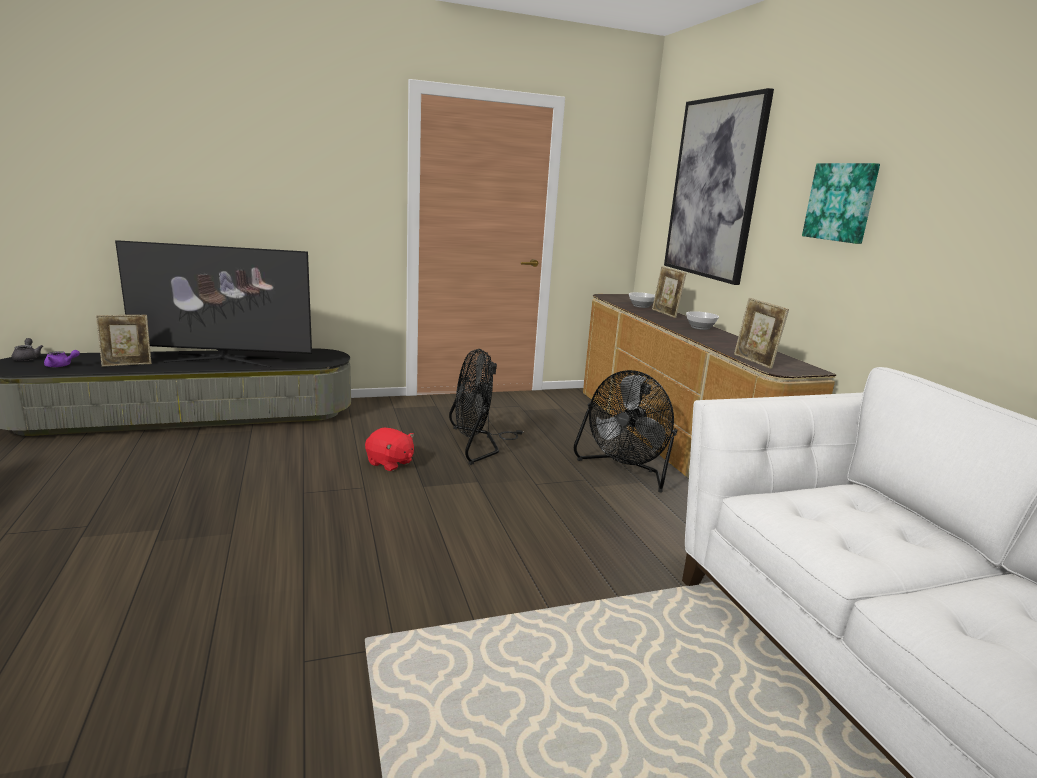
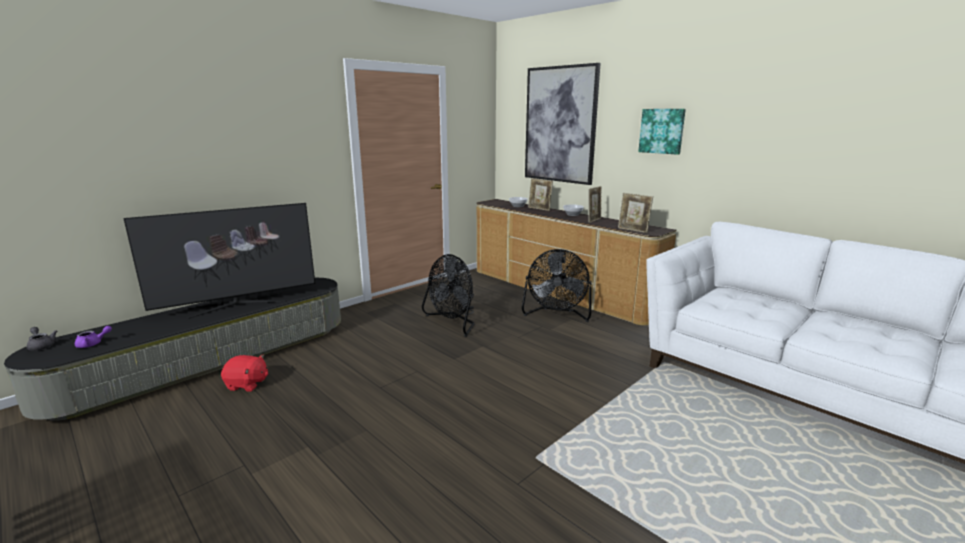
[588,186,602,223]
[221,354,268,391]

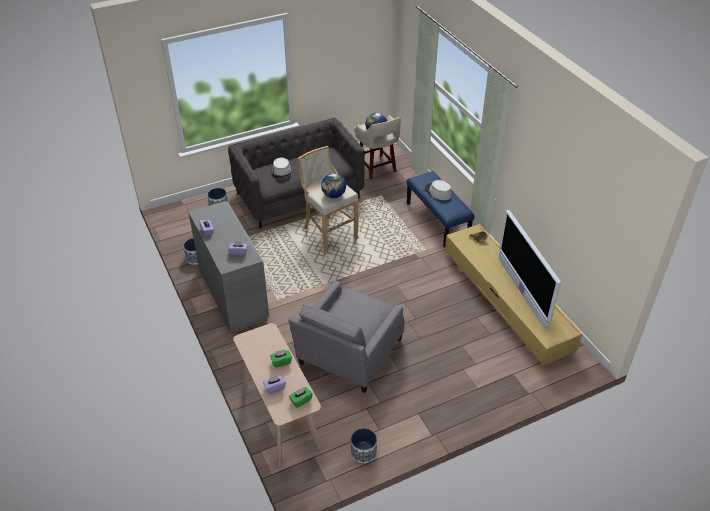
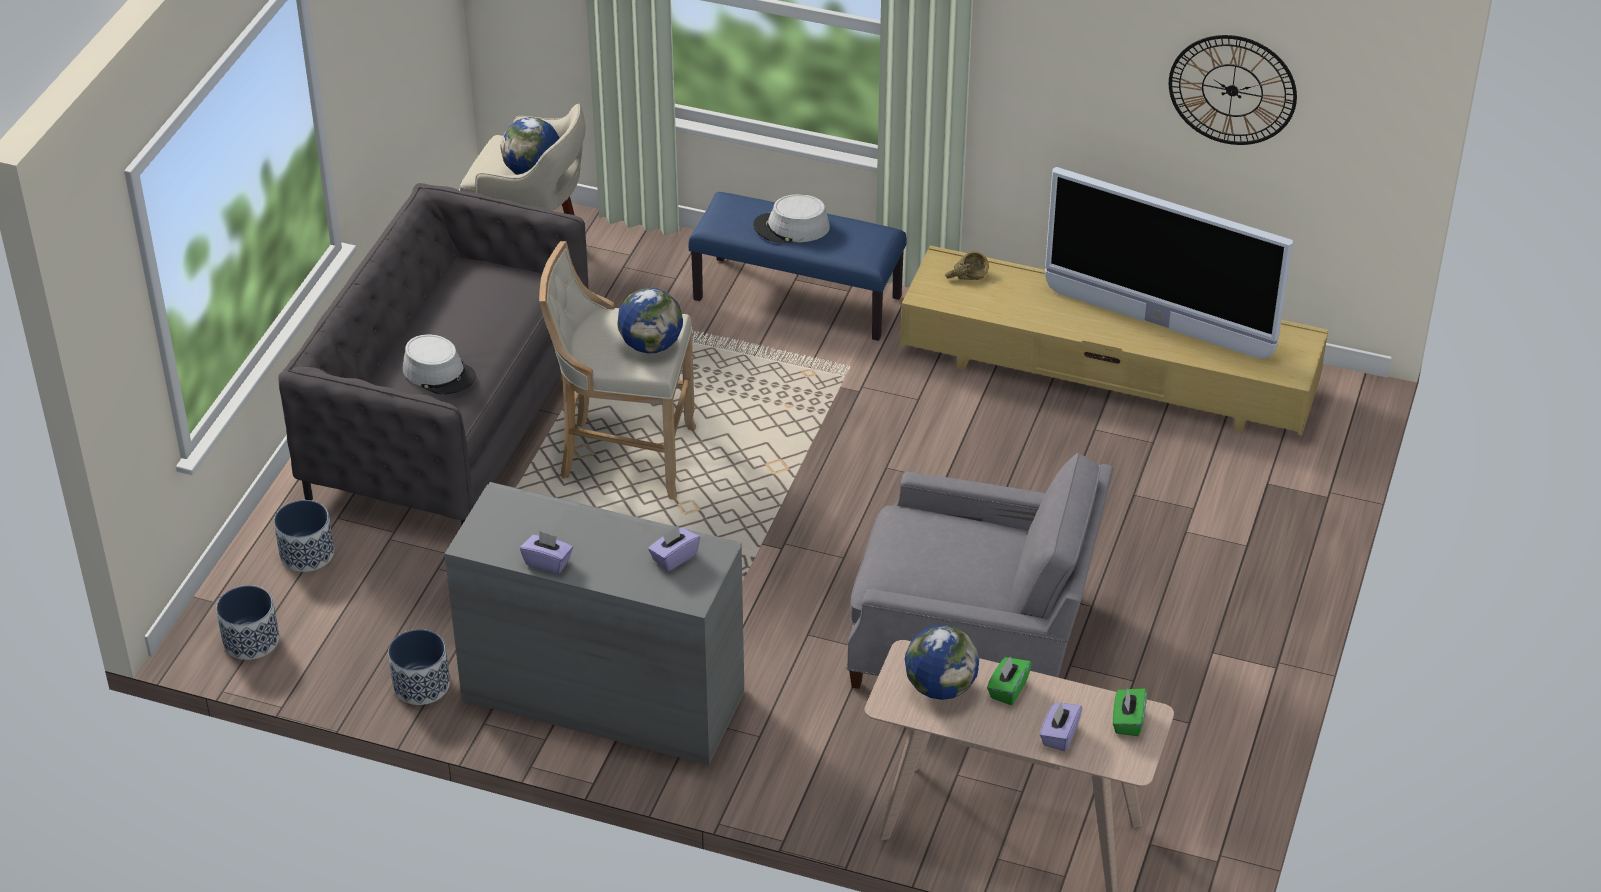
[846,453,1113,689]
[216,585,279,660]
[1169,35,1297,145]
[905,625,979,700]

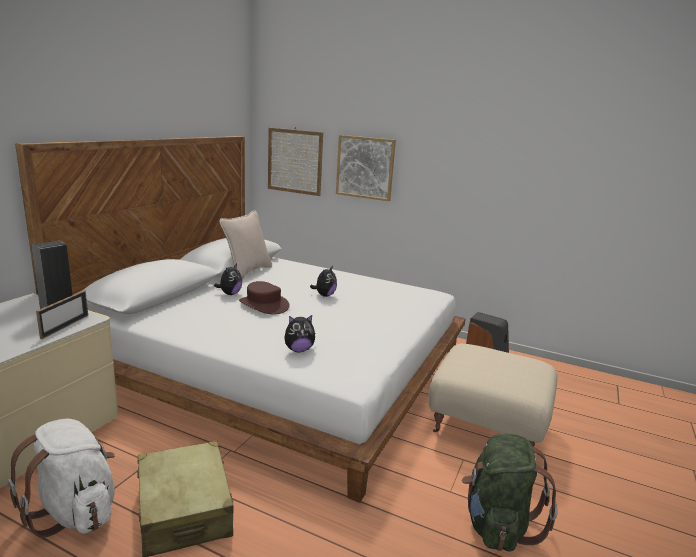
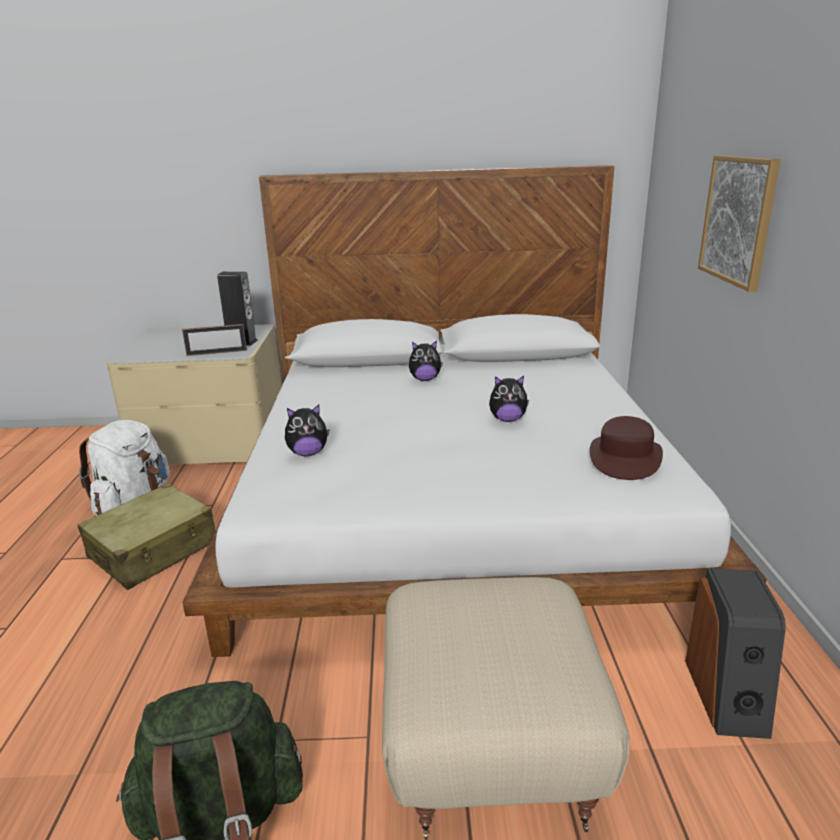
[268,128,323,196] (first image)
[219,210,272,279] (first image)
[590,416,663,480]
[285,405,330,456]

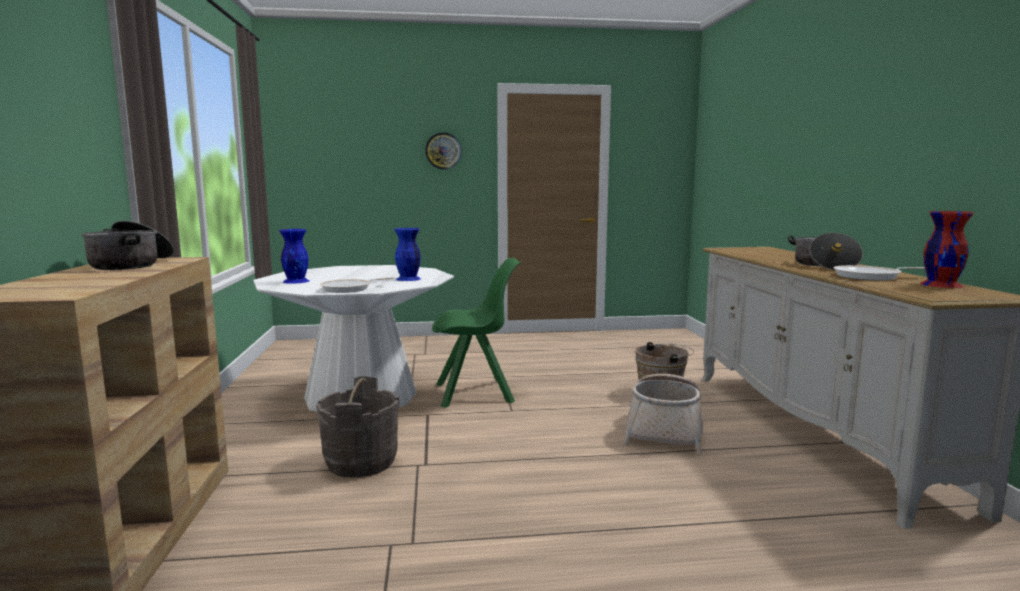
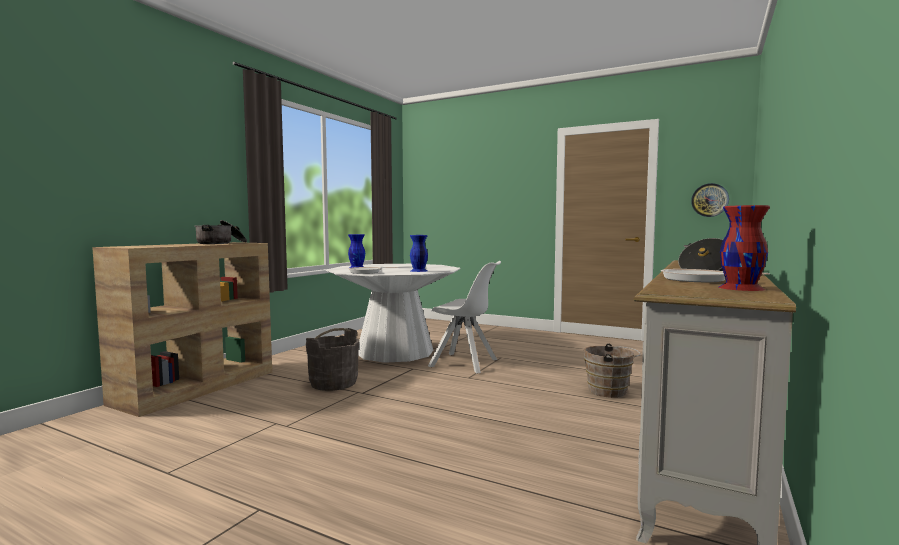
[691,183,729,217]
[428,261,501,374]
[623,374,703,454] (first image)

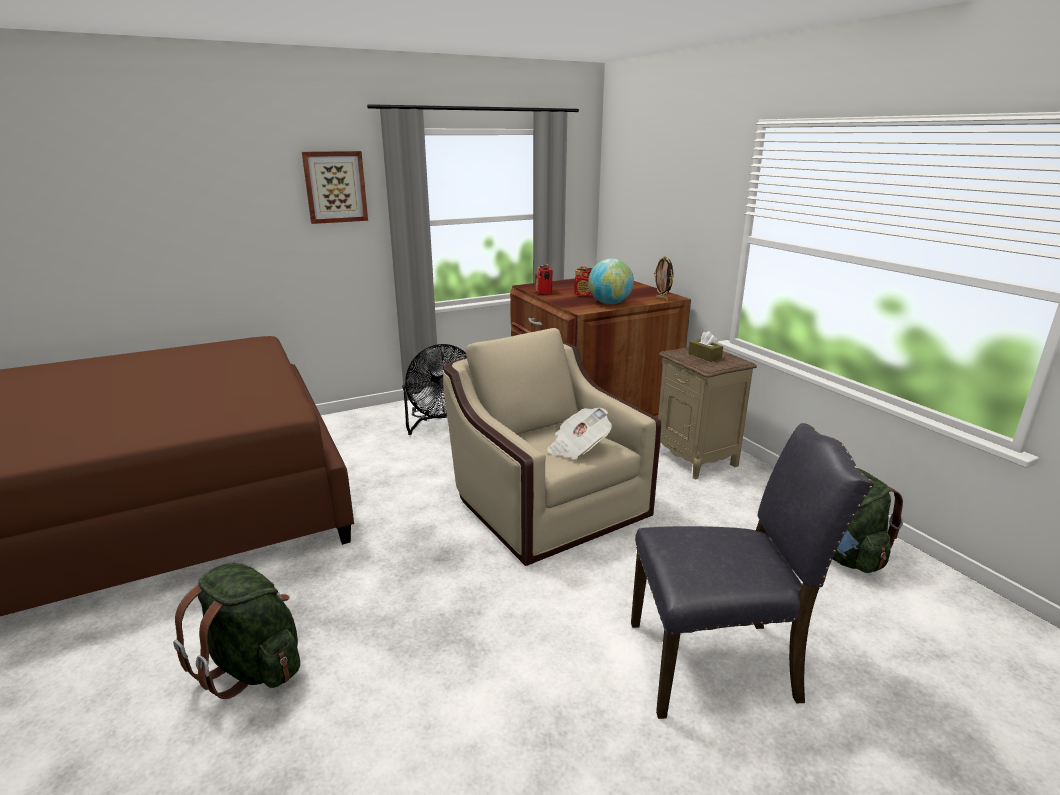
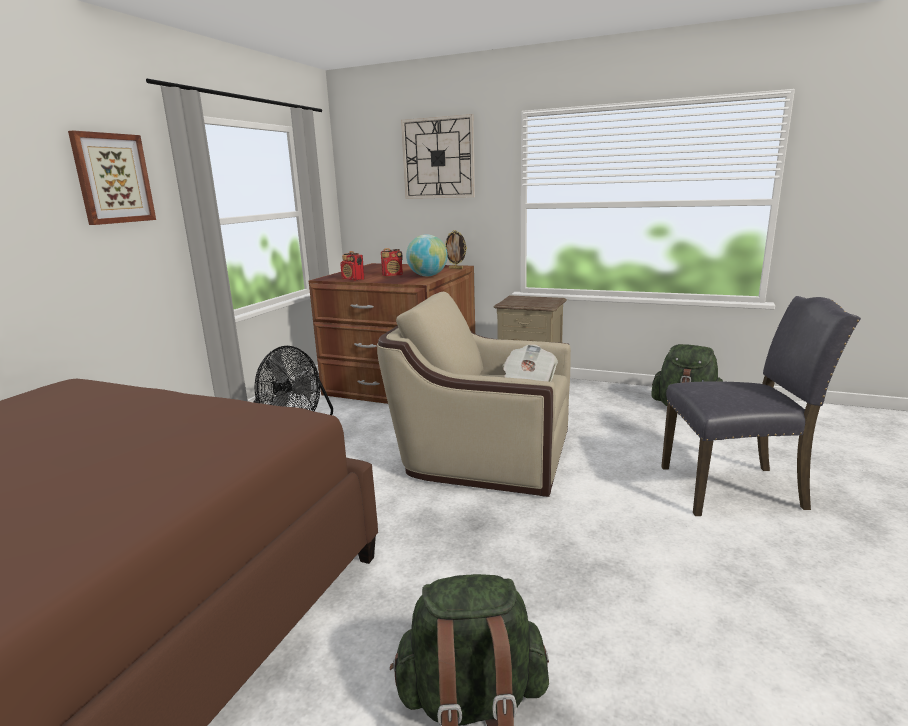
[689,331,723,362] (first image)
[661,296,861,516]
[401,114,475,199]

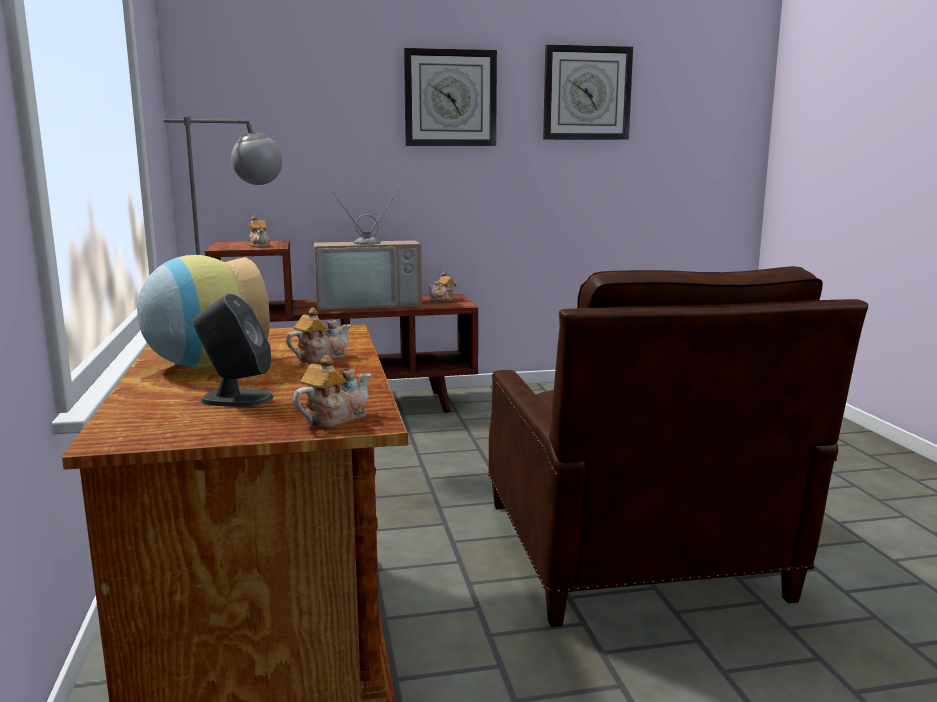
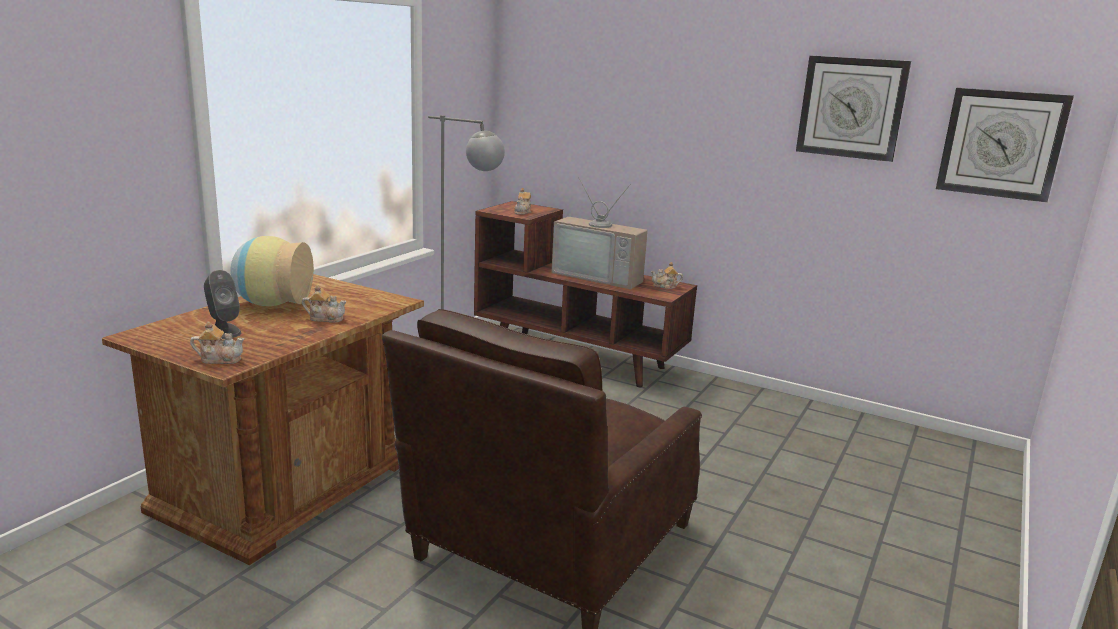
[936,88,1074,203]

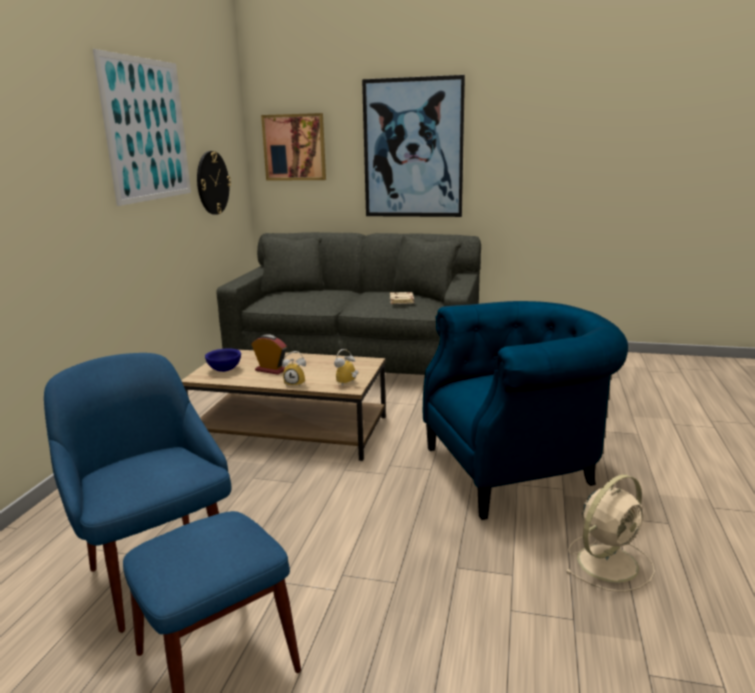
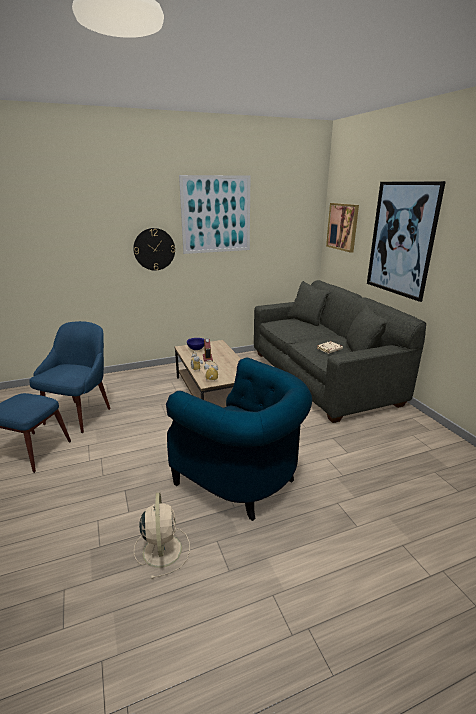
[133,228,175,270]
[134,492,190,579]

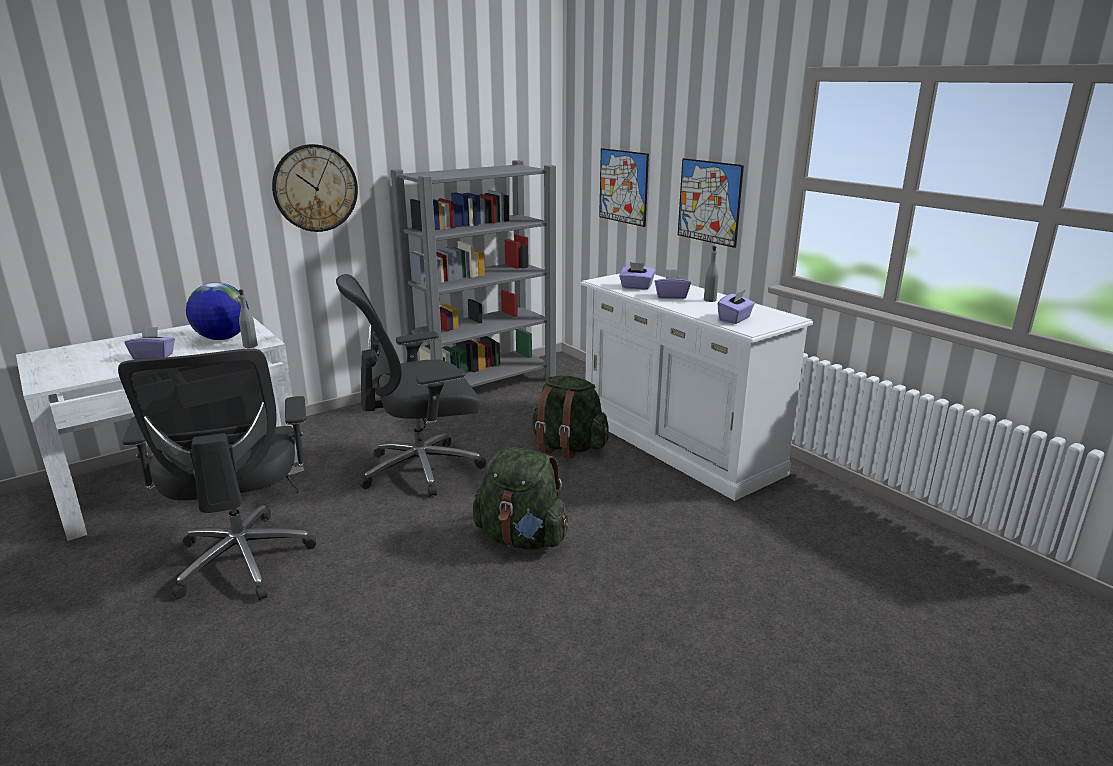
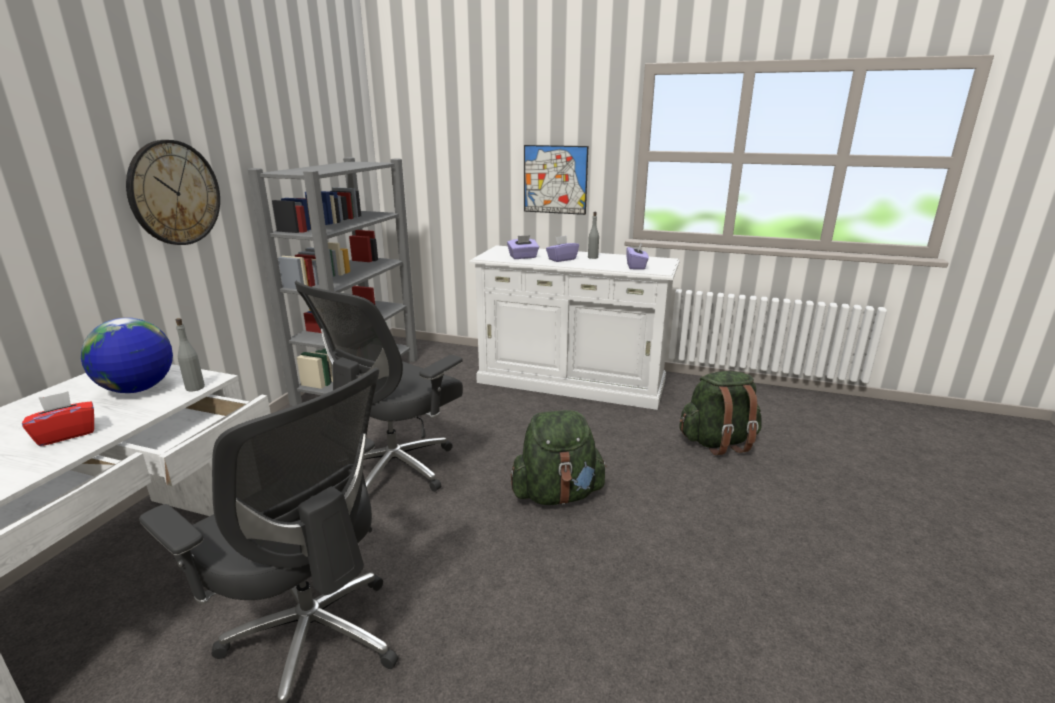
[599,148,649,227] (first image)
[22,391,94,446]
[679,371,761,455]

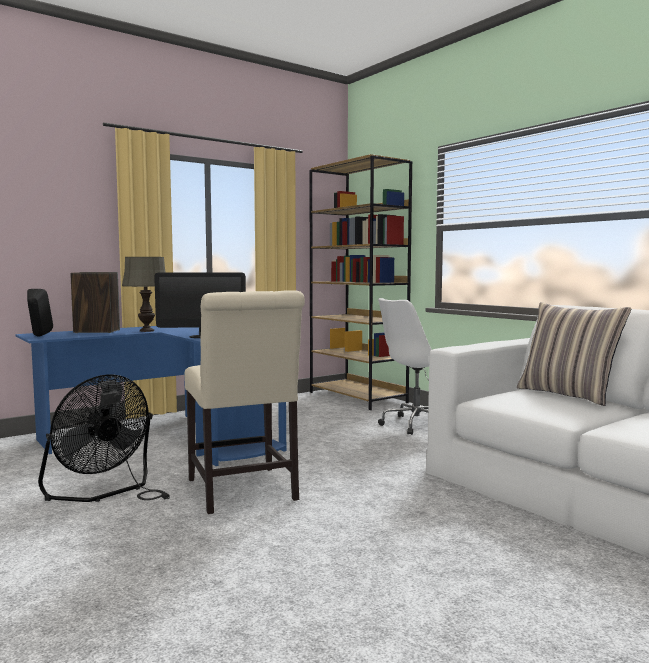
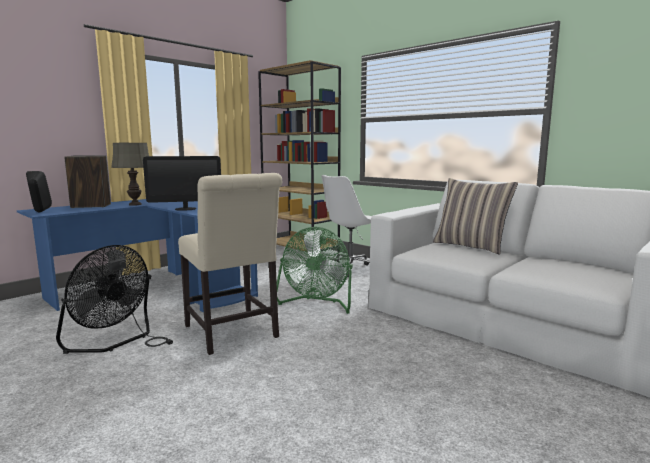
[277,227,353,314]

